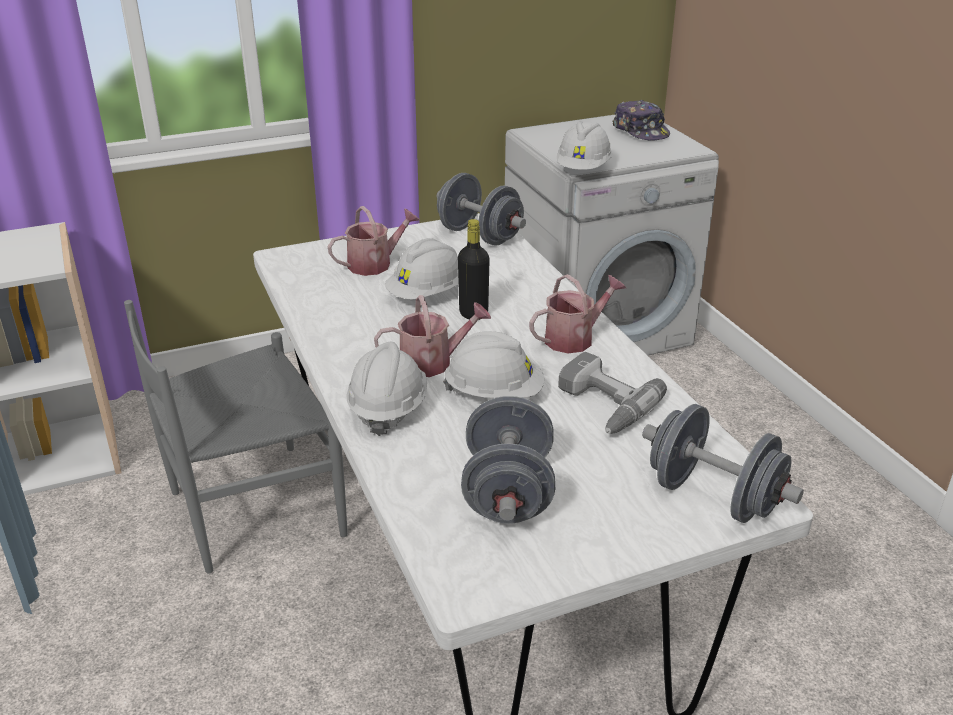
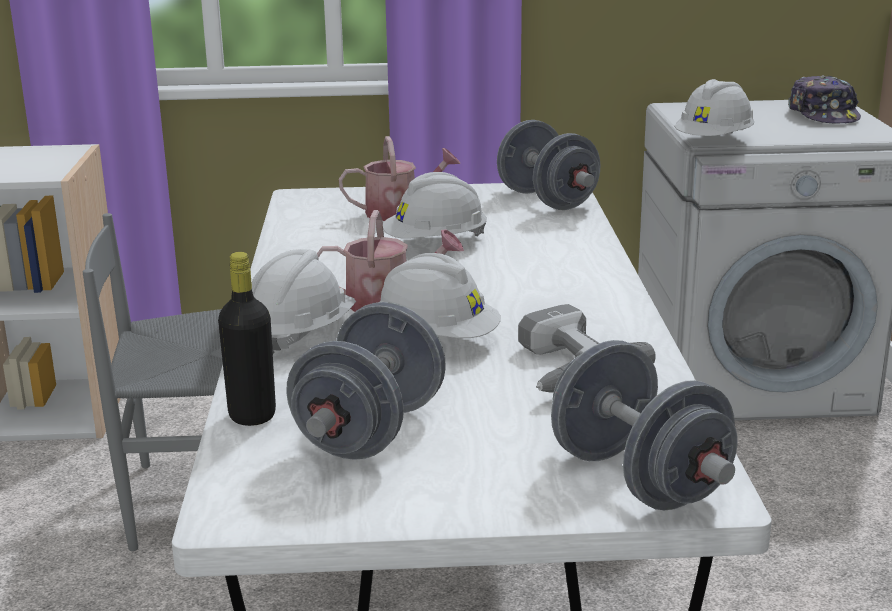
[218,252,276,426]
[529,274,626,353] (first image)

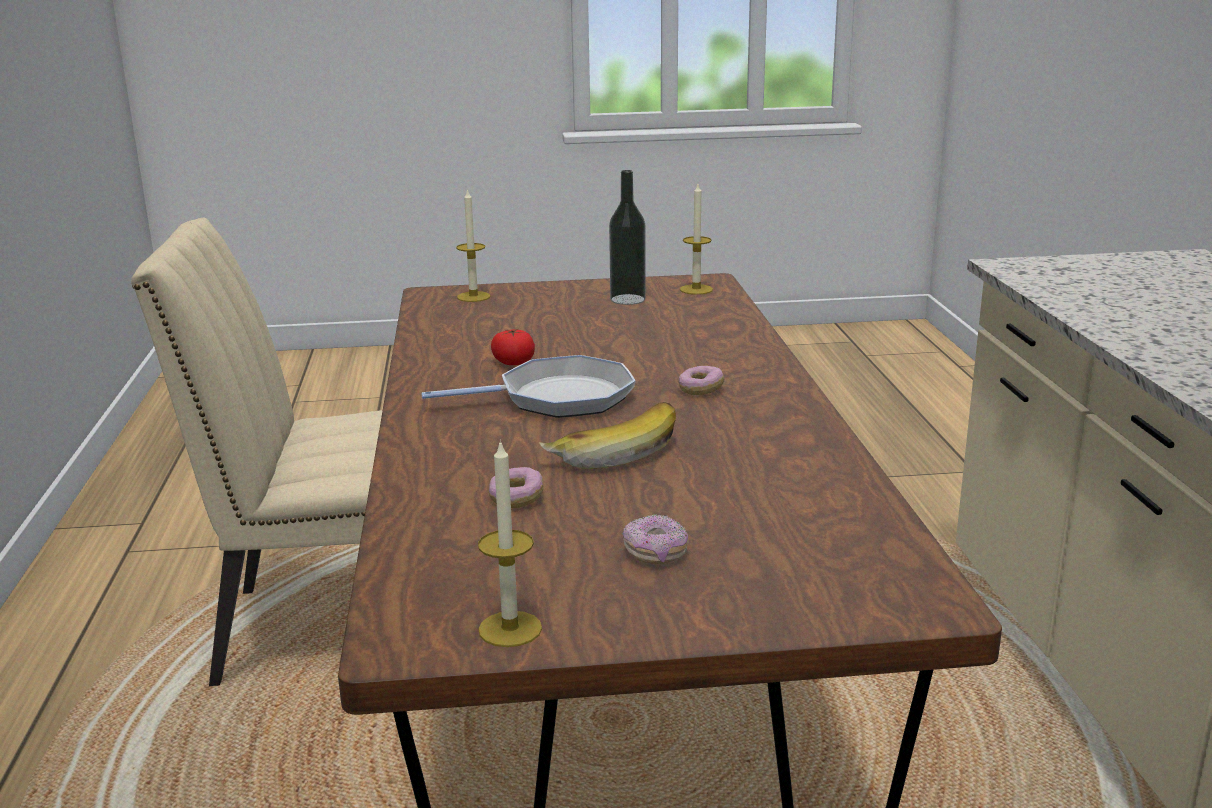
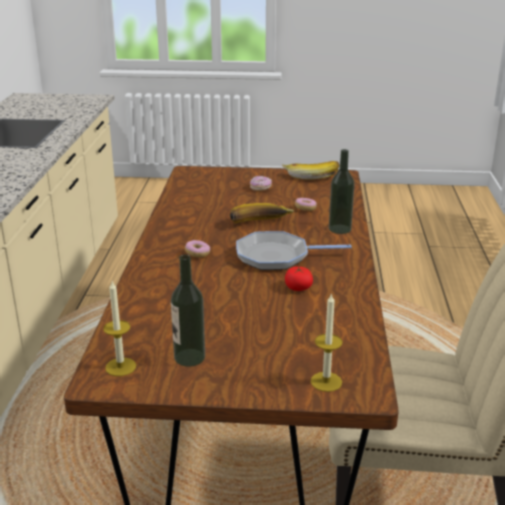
[282,161,339,179]
[329,149,355,234]

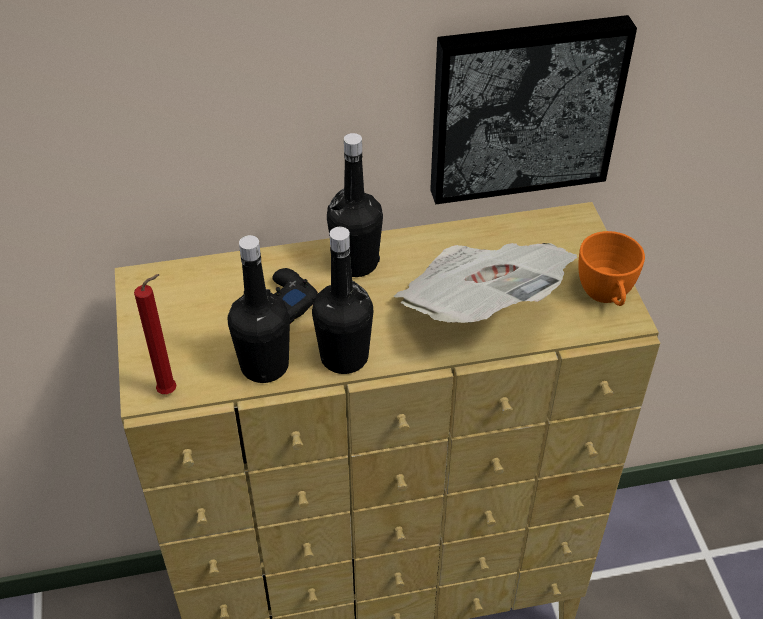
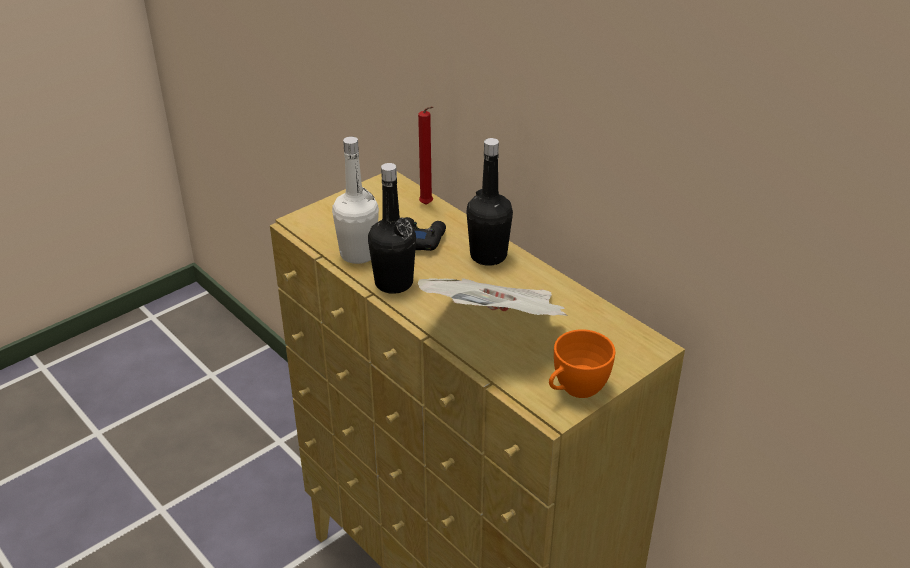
[430,15,637,204] (first image)
[332,136,379,264]
[418,106,433,205]

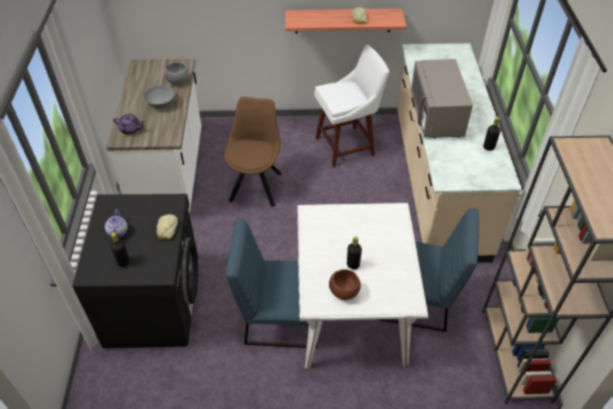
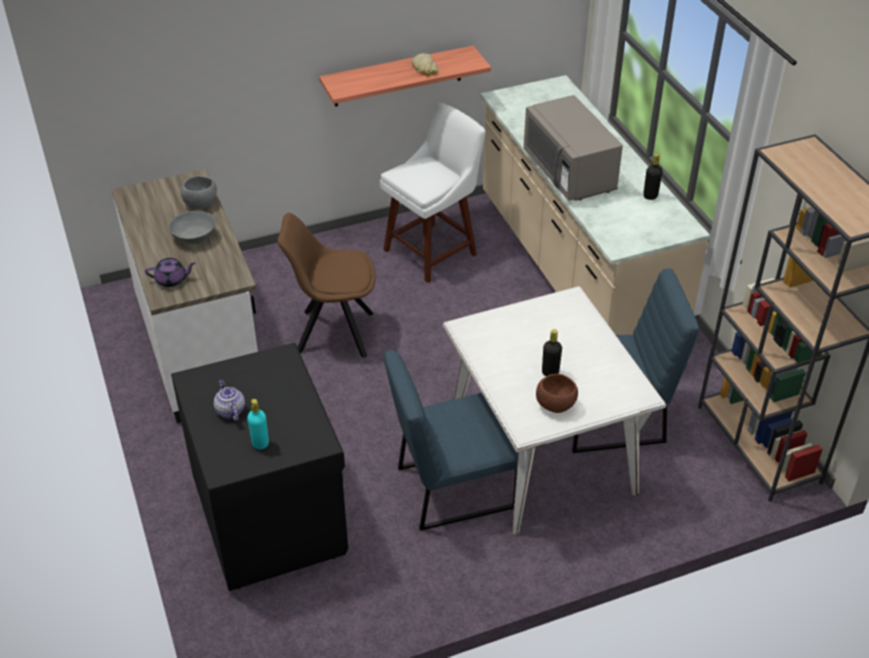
[278,213,376,358]
[157,214,178,240] (first image)
[247,399,269,450]

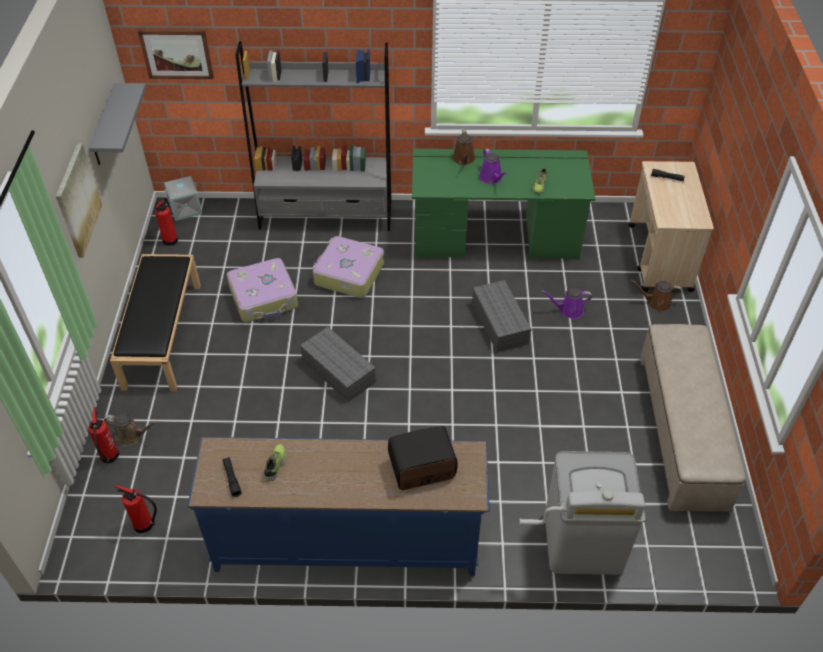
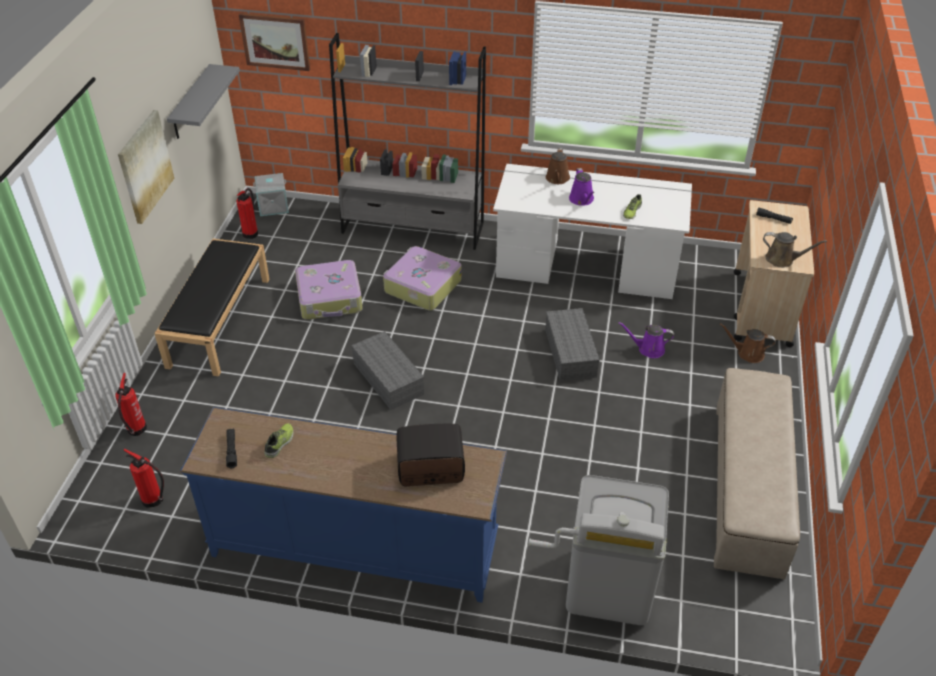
[493,164,692,299]
[763,232,827,268]

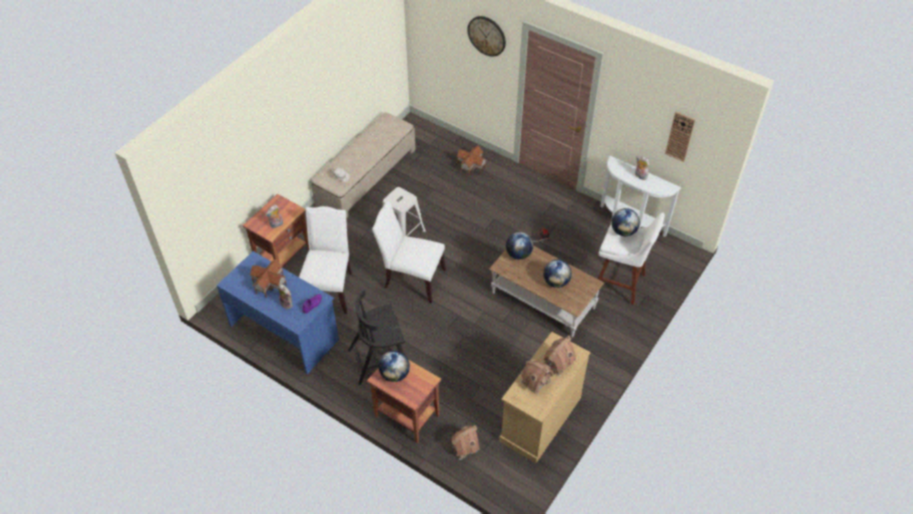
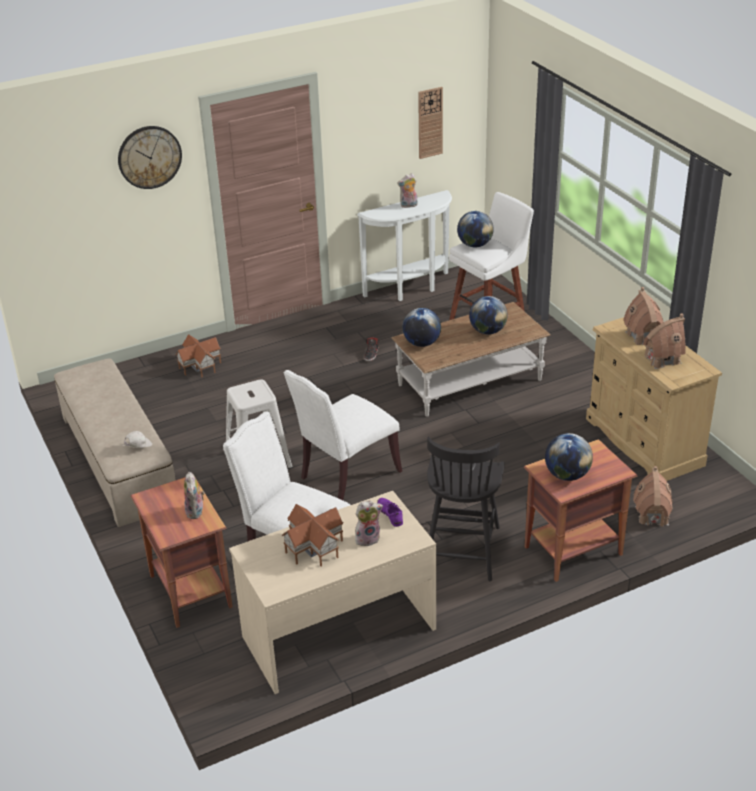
[229,491,436,694]

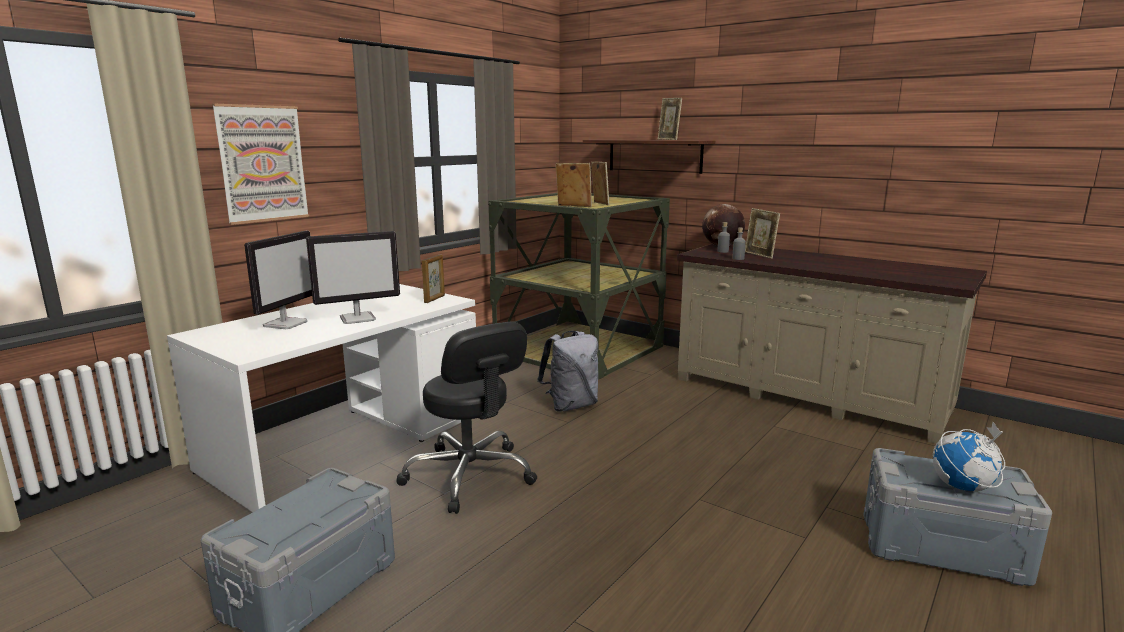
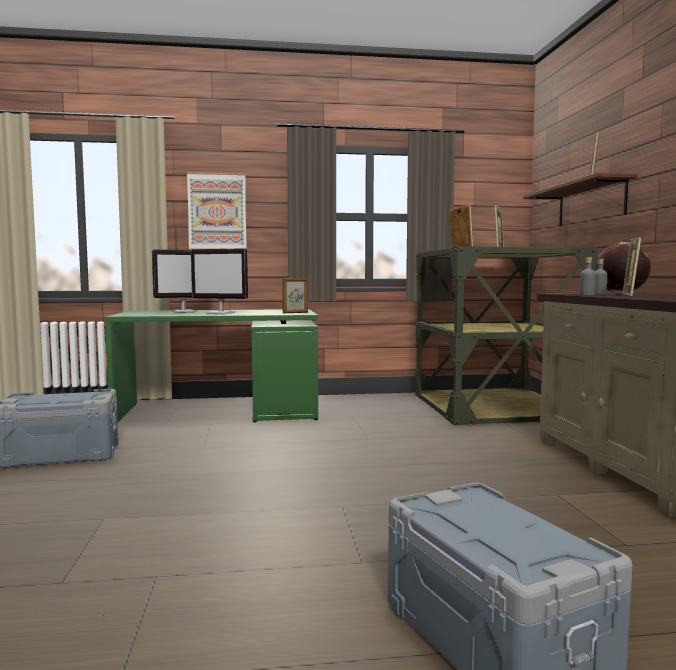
[105,309,318,422]
[396,321,537,514] (first image)
[537,331,598,412] (first image)
[933,422,1005,492] (first image)

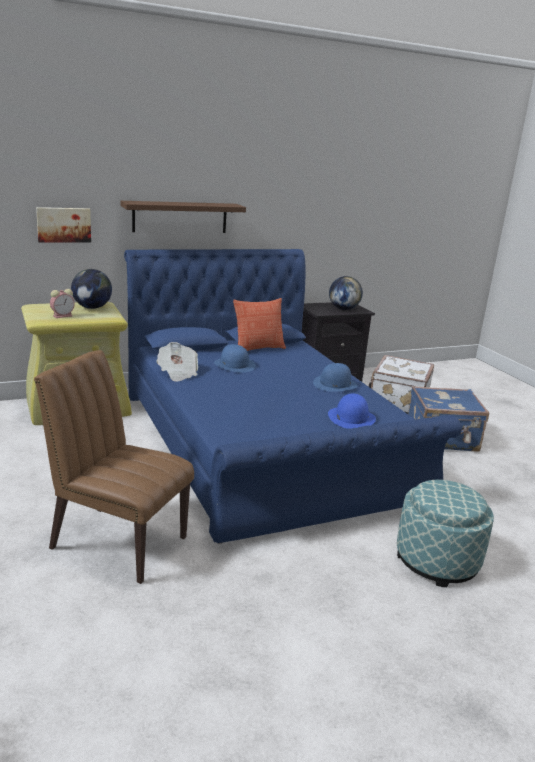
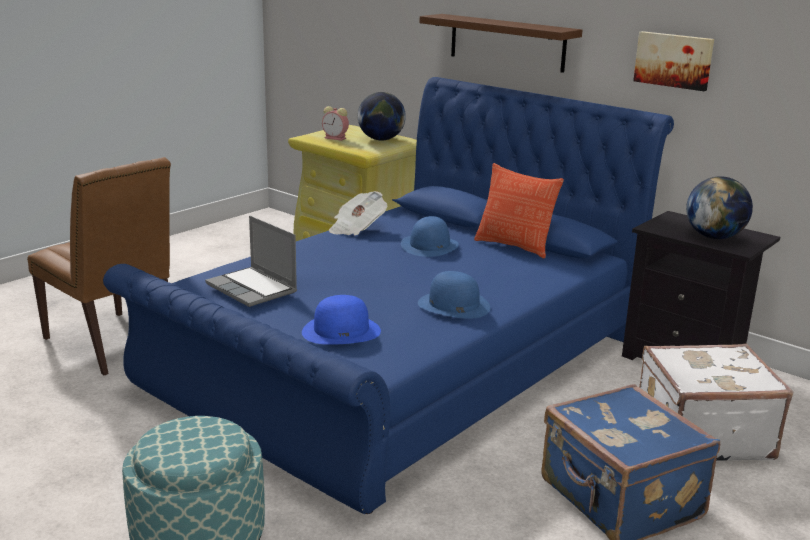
[633,31,714,91]
[27,157,171,375]
[205,216,297,307]

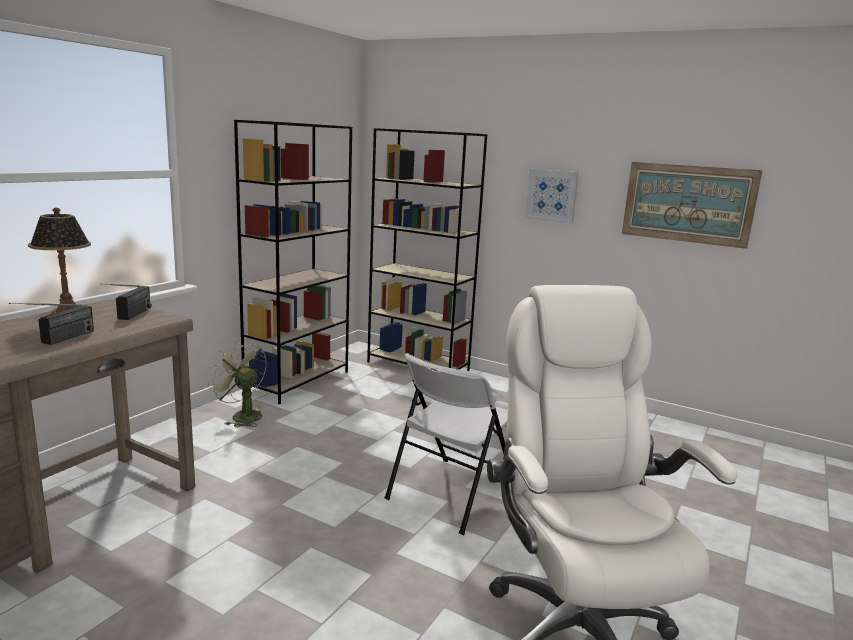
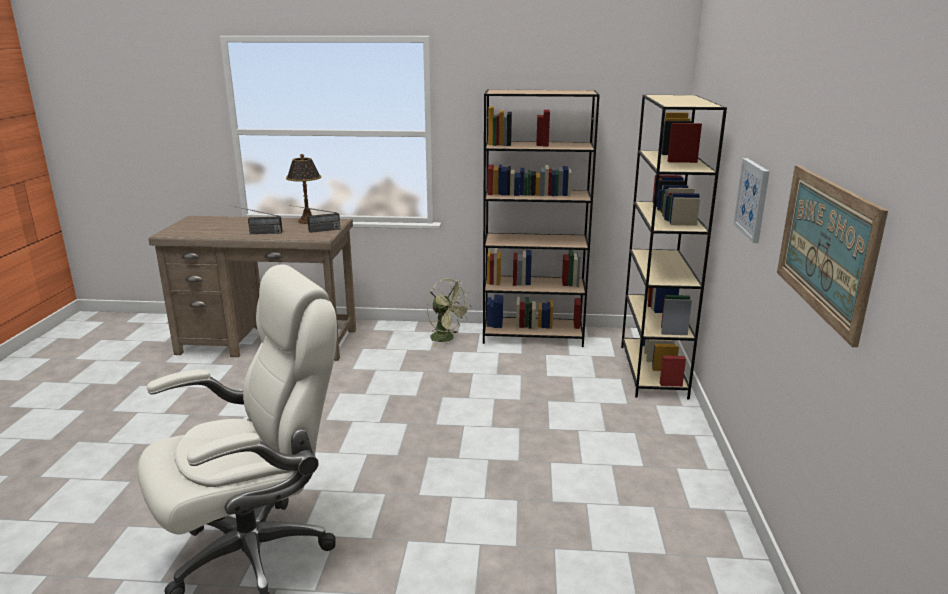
[427,279,471,346]
[385,353,508,536] (first image)

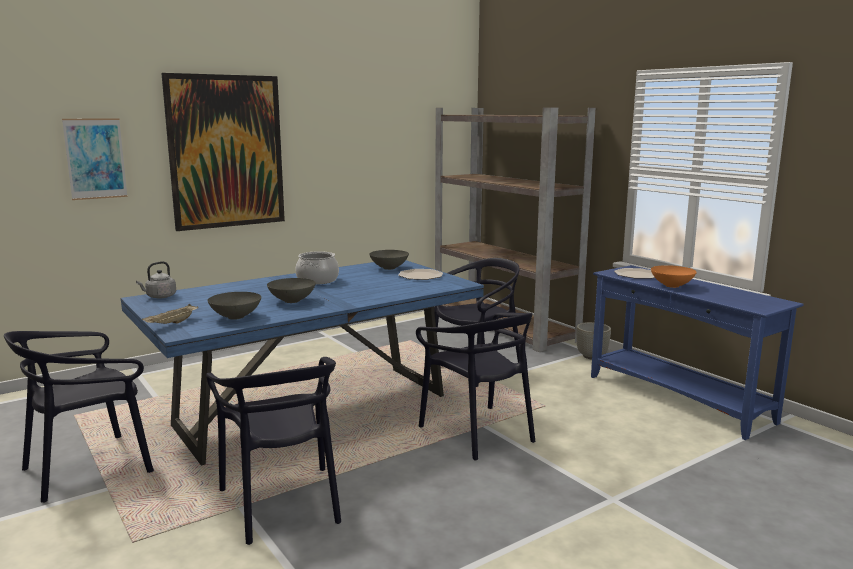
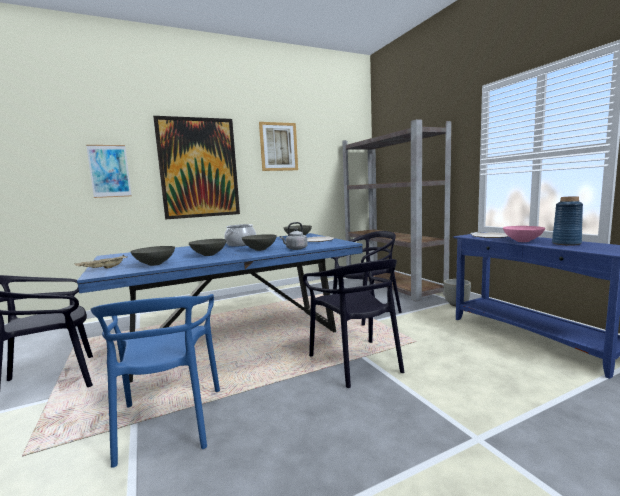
[280,222,308,250]
[503,226,545,242]
[90,294,220,468]
[259,122,298,171]
[552,197,583,245]
[242,234,277,251]

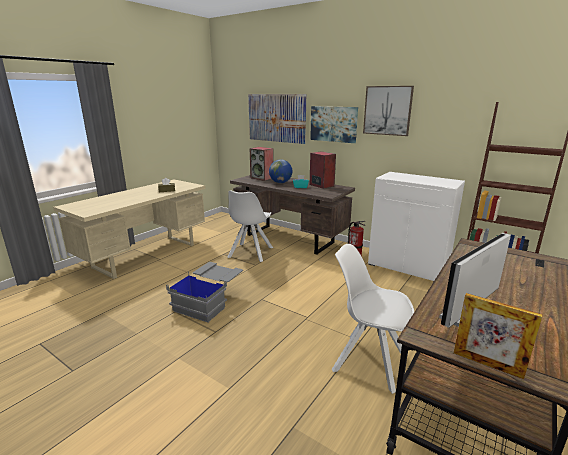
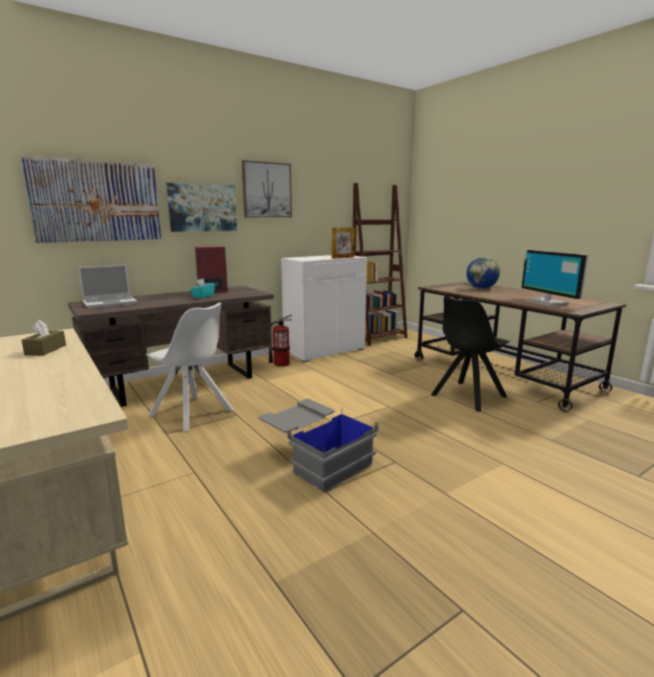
[78,264,137,308]
[466,257,500,289]
[431,296,510,412]
[332,227,355,259]

